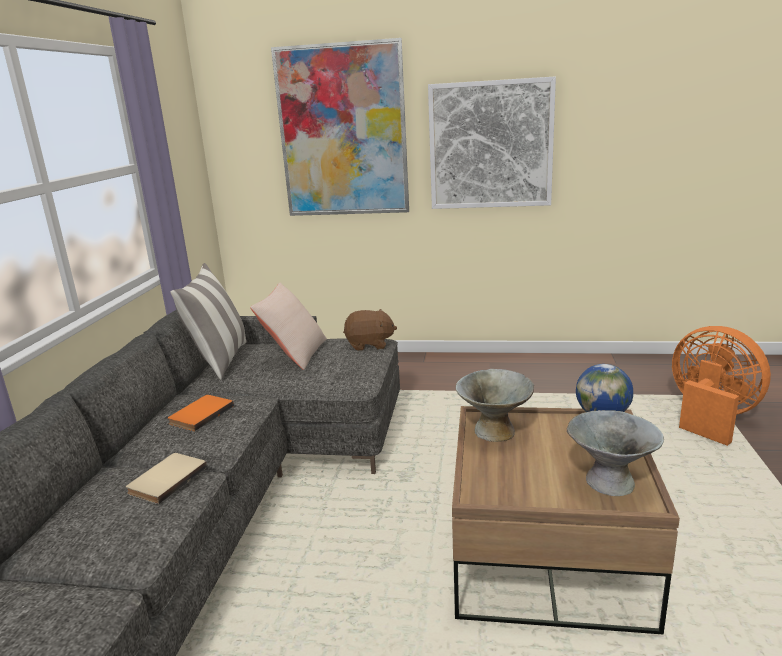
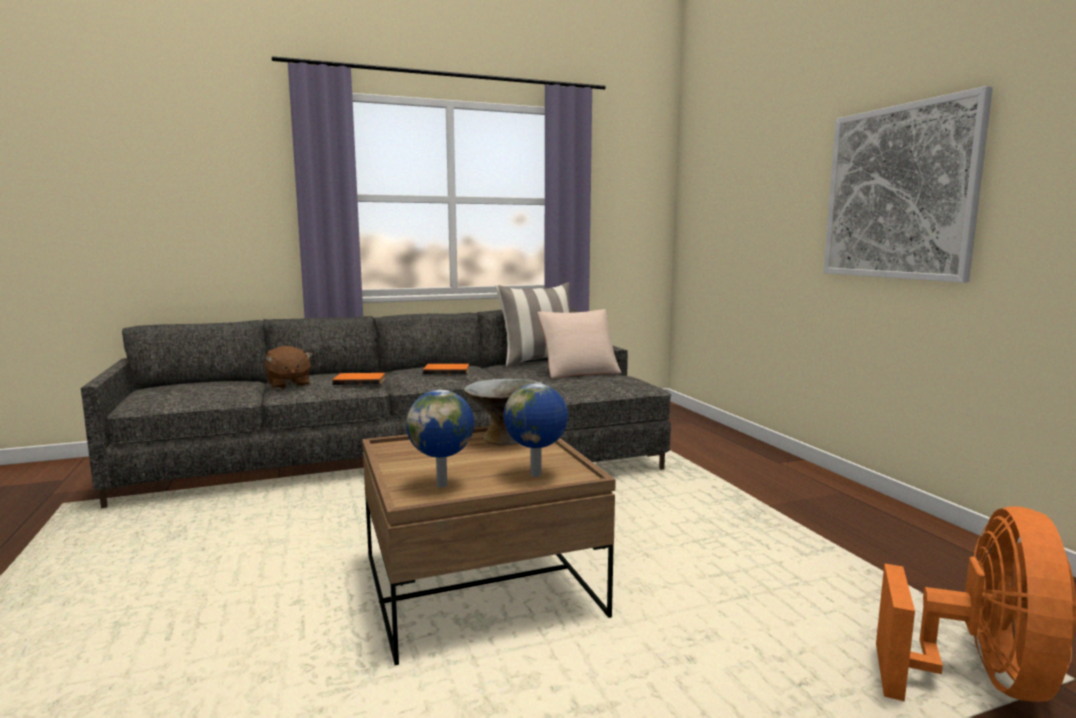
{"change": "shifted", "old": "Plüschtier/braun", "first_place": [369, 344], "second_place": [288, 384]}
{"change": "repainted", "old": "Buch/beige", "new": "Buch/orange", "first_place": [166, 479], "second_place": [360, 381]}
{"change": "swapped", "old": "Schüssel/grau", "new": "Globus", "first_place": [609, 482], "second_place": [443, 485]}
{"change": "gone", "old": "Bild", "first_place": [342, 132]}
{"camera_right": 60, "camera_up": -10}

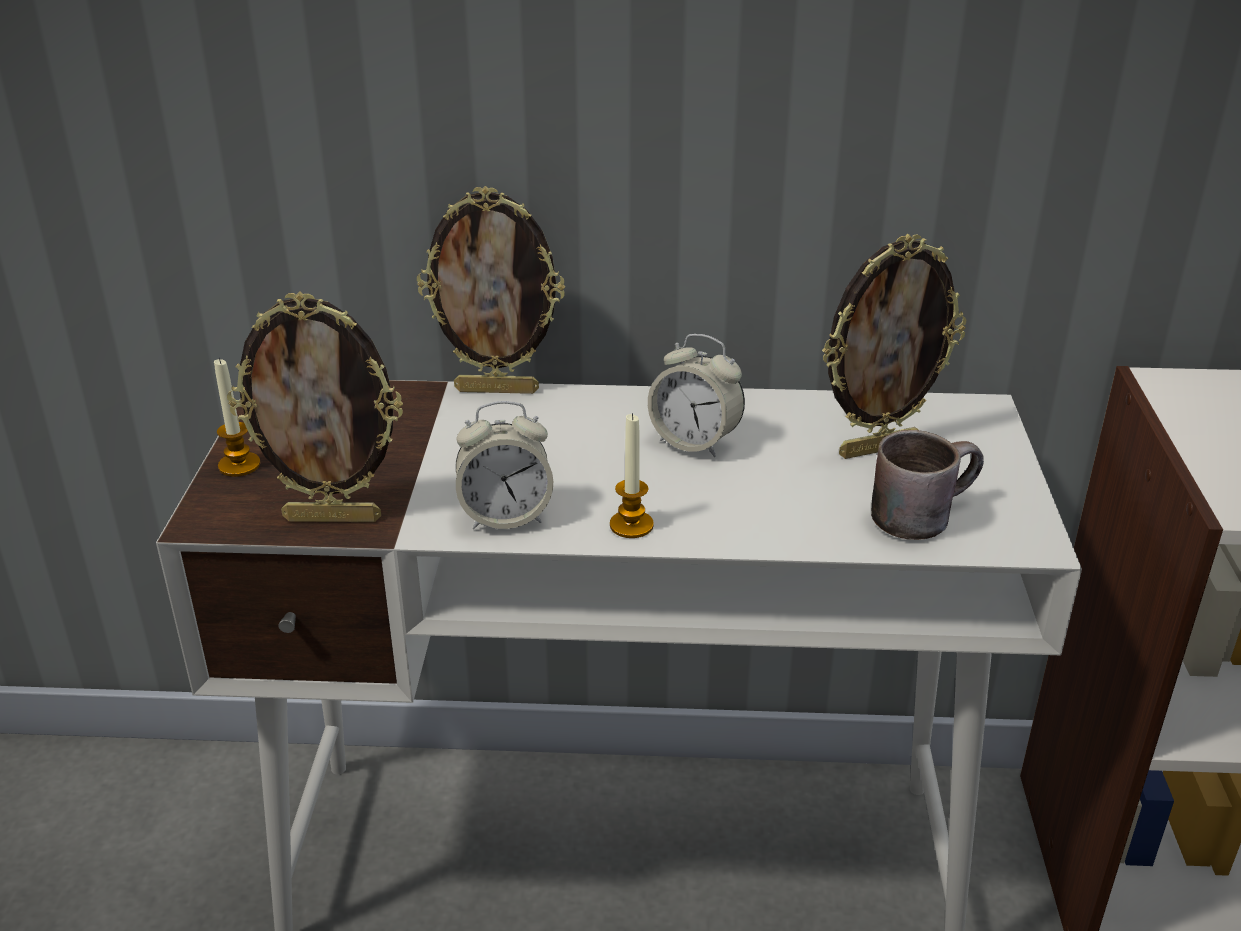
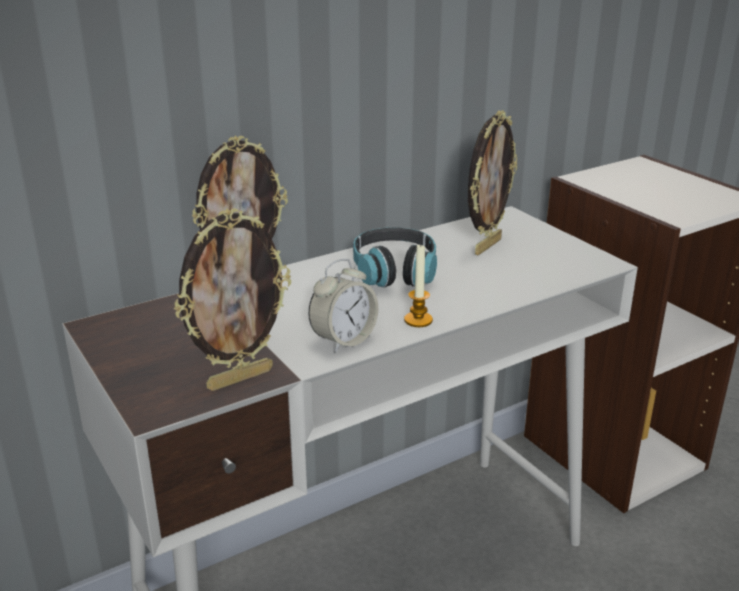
{"change": "swapped", "old": "Wecker", "new": "Kopfhörer", "first_place": [695, 442], "second_place": [394, 271]}
{"change": "gone", "old": "Kerze", "first_place": [239, 465]}
{"change": "gone", "old": "Henkelbecher/braun", "first_place": [918, 512]}
{"camera_right": -35, "camera_up": -5}

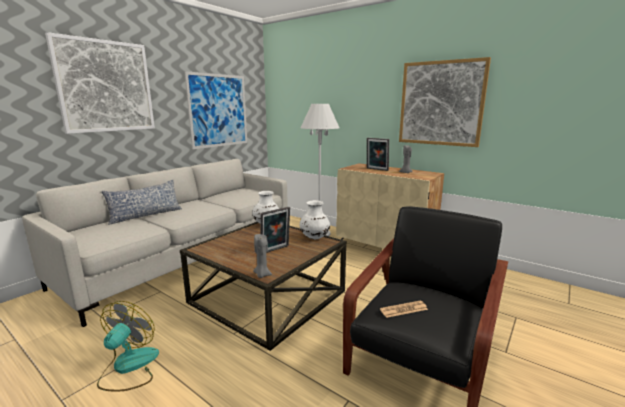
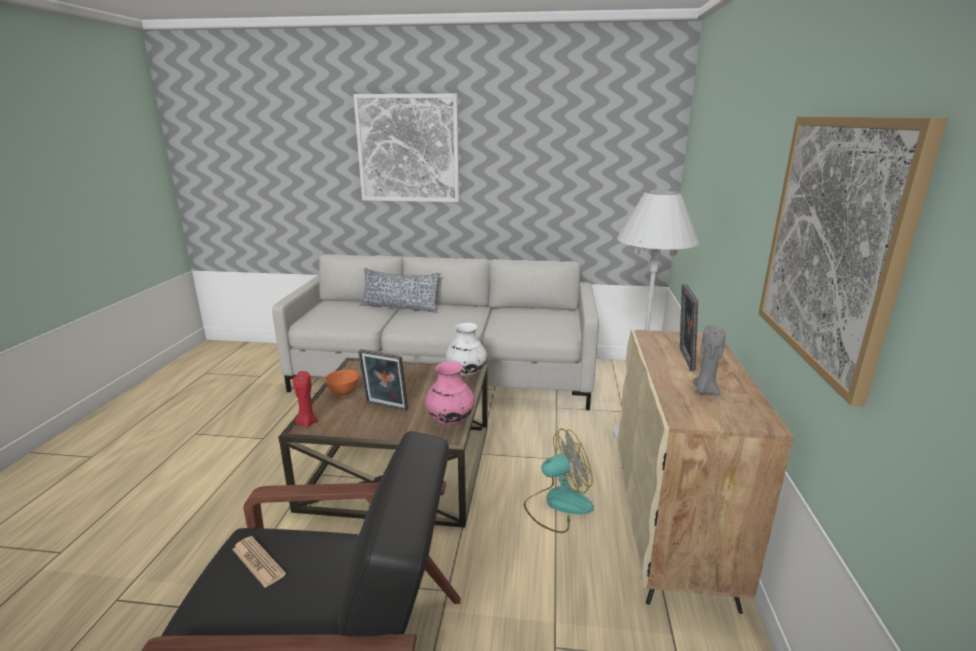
{"change": "repainted", "old": "Kerze/grau", "new": "Kerze/rot", "first_place": [262, 275], "second_place": [307, 423]}
{"change": "new", "new": "Schüssel/orange", "second_place": [343, 392]}
{"change": "repainted", "old": "Vase/weiß", "new": "Vase/rosa", "first_place": [314, 238], "second_place": [450, 420]}
{"change": "shifted", "old": "Ventilator", "first_place": [128, 367], "second_place": [558, 504]}
{"change": "gone", "old": "Bild", "first_place": [218, 110]}
{"camera_right": 60, "camera_up": 5}

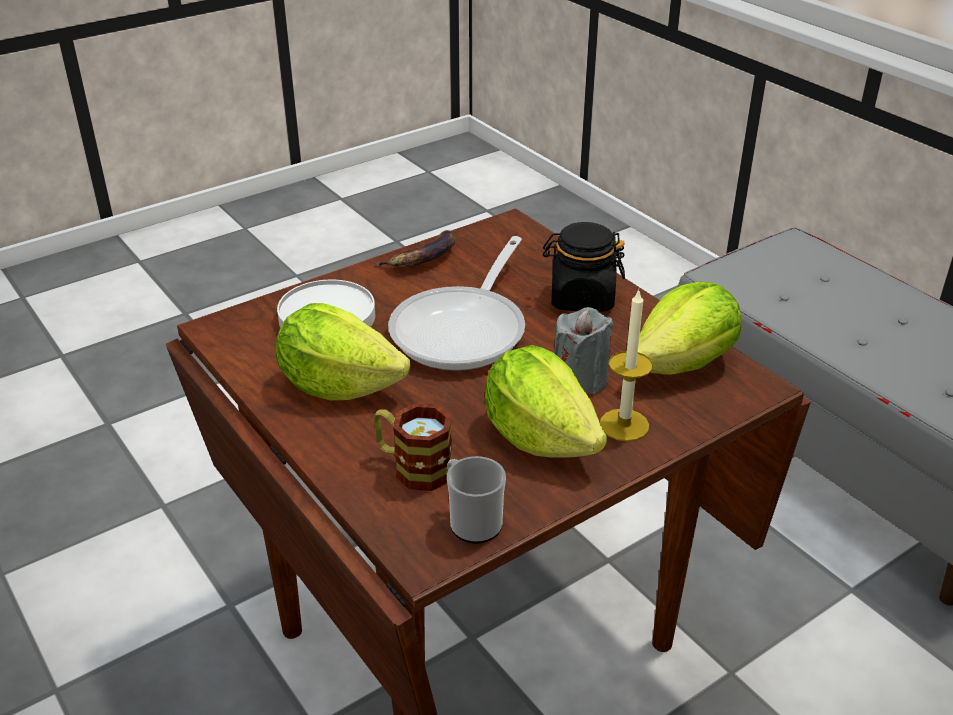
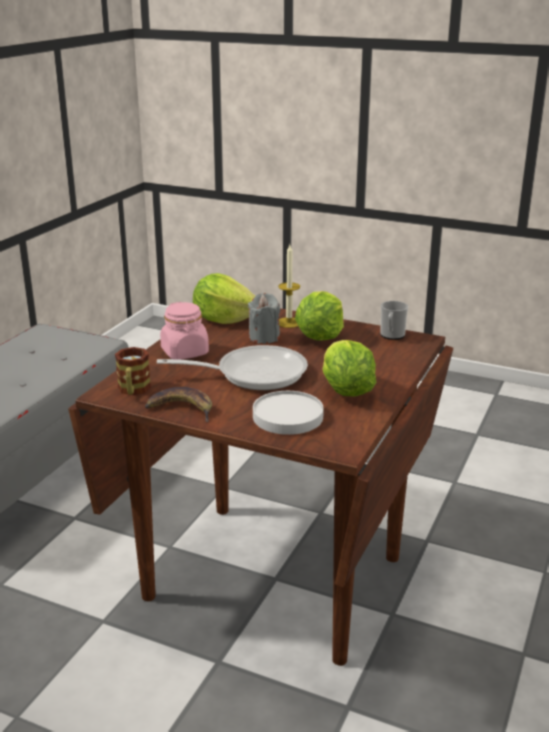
{"change": "shifted", "old": "Henkelbecher", "first_place": [413, 467], "second_place": [133, 391]}
{"change": "repainted", "old": "Vorratsglas/schwarz", "new": "Vorratsglas/rosa", "first_place": [581, 298], "second_place": [185, 352]}
{"camera_right": -120, "camera_up": -10}

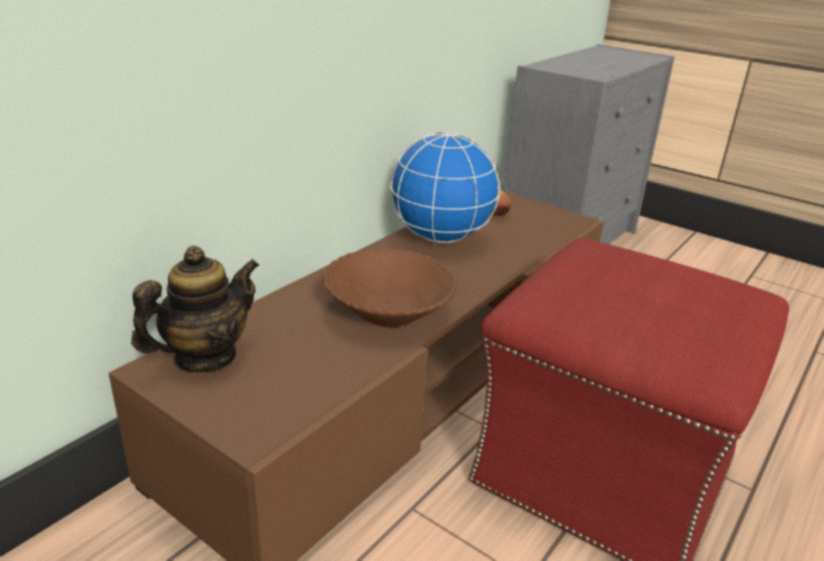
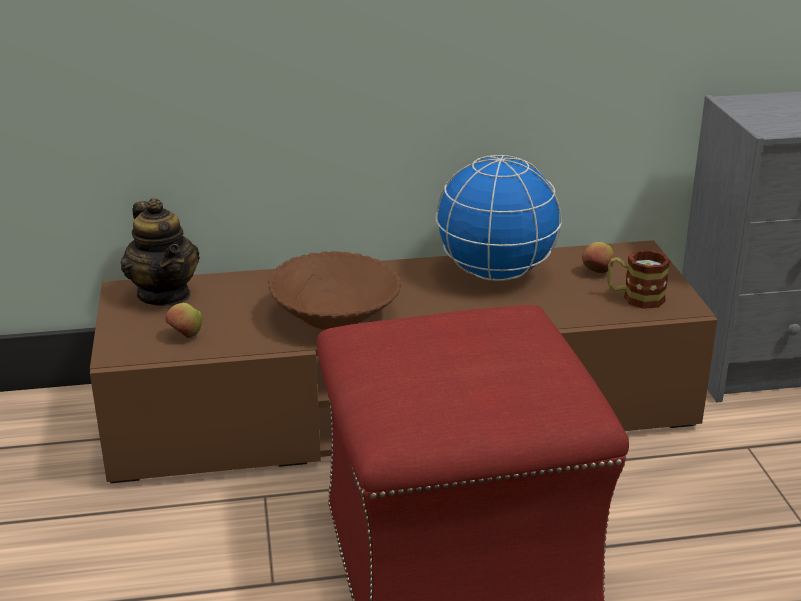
{"change": "rotated", "old": "Teekanne", "first_place": [204, 357], "second_place": [165, 295], "degrees": 60}
{"change": "new", "new": "Apfel", "second_place": [185, 336]}
{"change": "new", "new": "Henkelbecher", "second_place": [635, 298]}
{"camera_right": 45, "camera_up": 0}

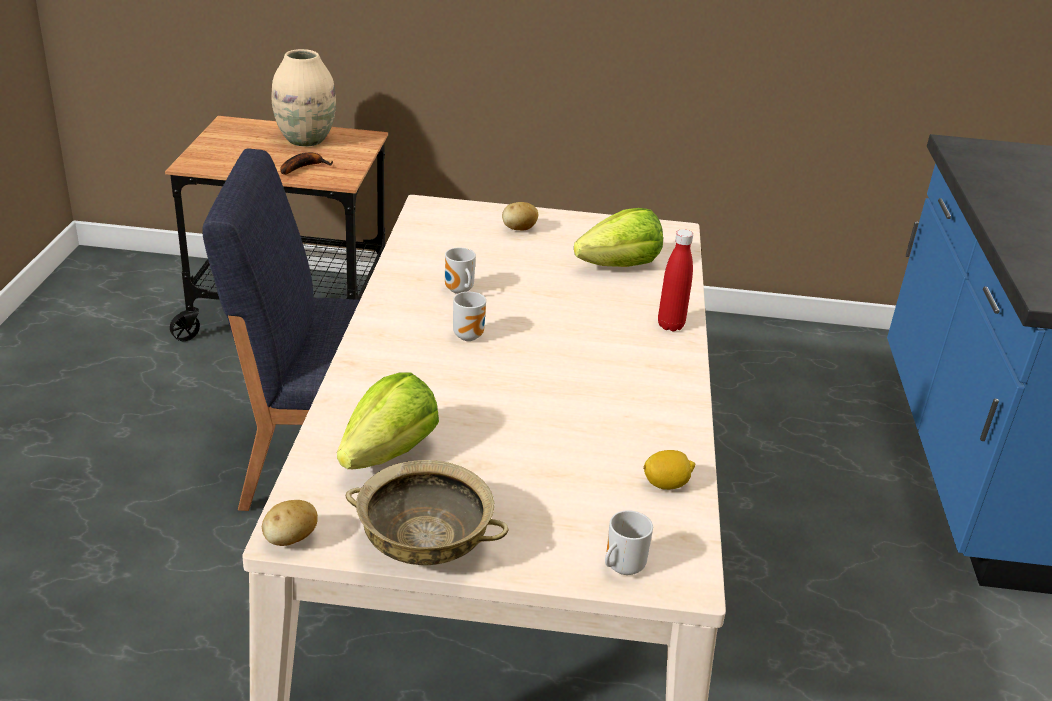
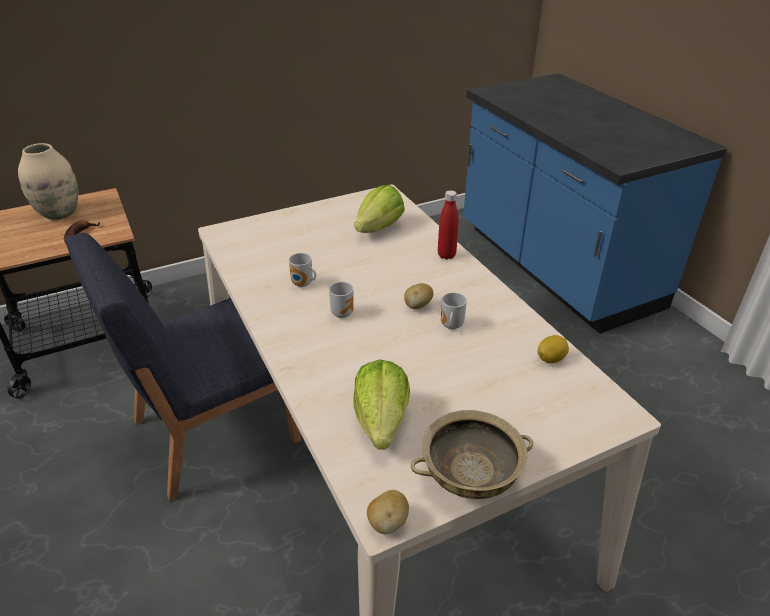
{"change": "shifted", "old": "Kartoffel", "first_place": [519, 229], "second_place": [418, 306]}
{"change": "shifted", "old": "Henkelbecher", "first_place": [621, 567], "second_place": [450, 326]}
{"camera_right": -30, "camera_up": 5}

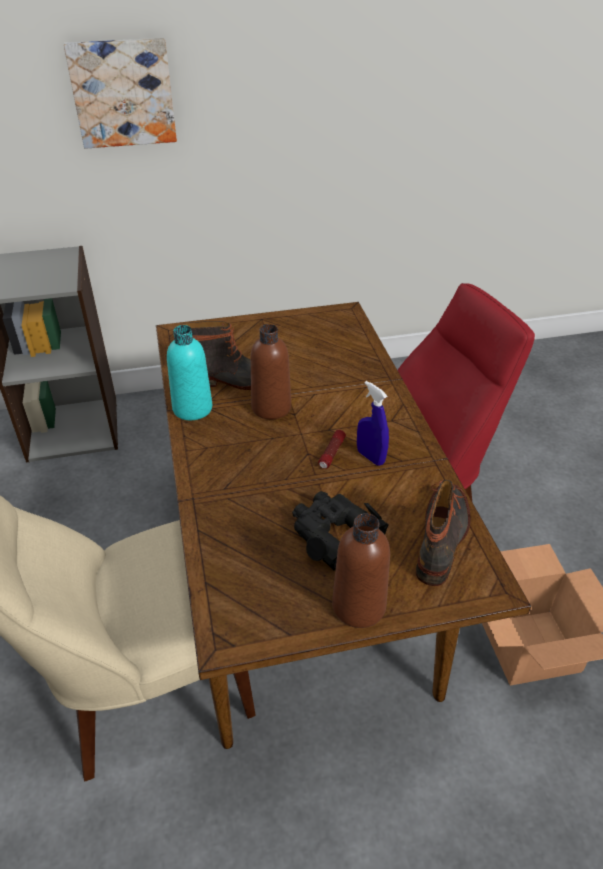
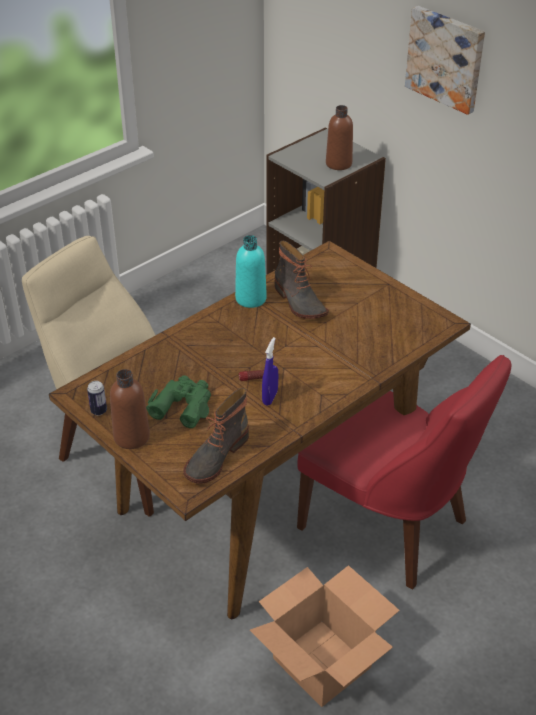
{"change": "new", "new": "Dose", "second_place": [99, 411]}
{"change": "repainted", "old": "Fernglas/schwarz", "new": "Fernglas/grün", "first_place": [333, 533], "second_place": [183, 406]}
{"change": "rotated", "old": "Stiefel", "first_place": [442, 538], "second_place": [215, 456], "degrees": 135}
{"change": "shifted", "old": "Flasche/braun", "first_place": [271, 407], "second_place": [338, 164]}
{"camera_right": 60, "camera_up": 0}

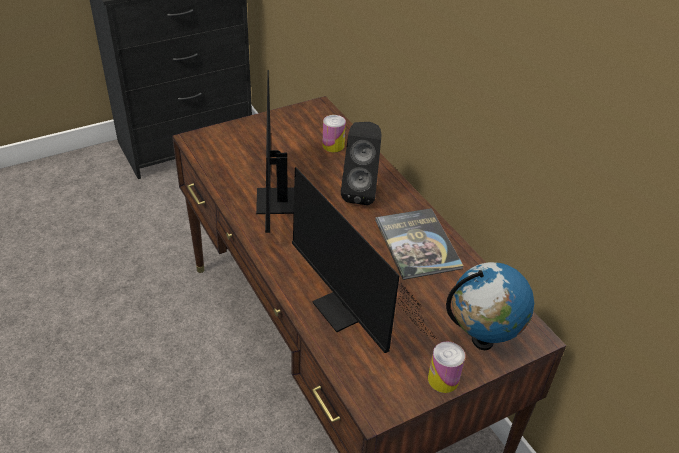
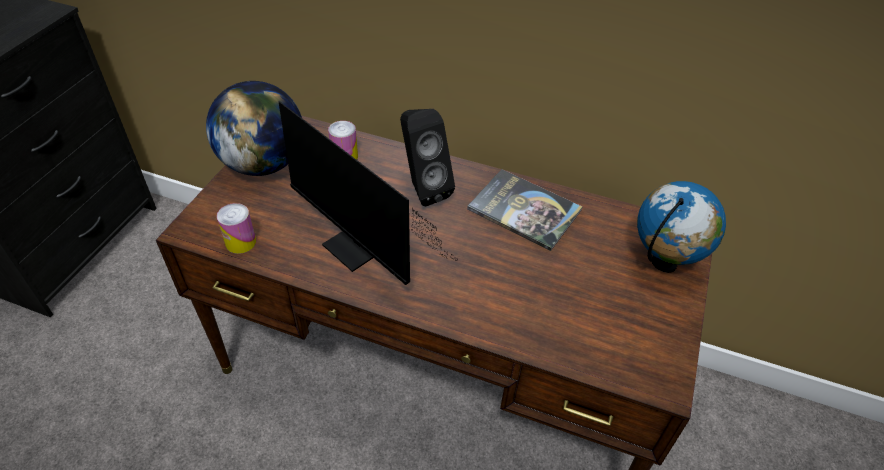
{"change": "new", "new": "Globus", "second_place": [263, 164]}
{"change": "shifted", "old": "Dose", "first_place": [443, 379], "second_place": [240, 242]}
{"change": "gone", "old": "Monitor", "first_place": [346, 314]}
{"camera_right": -40, "camera_up": 5}

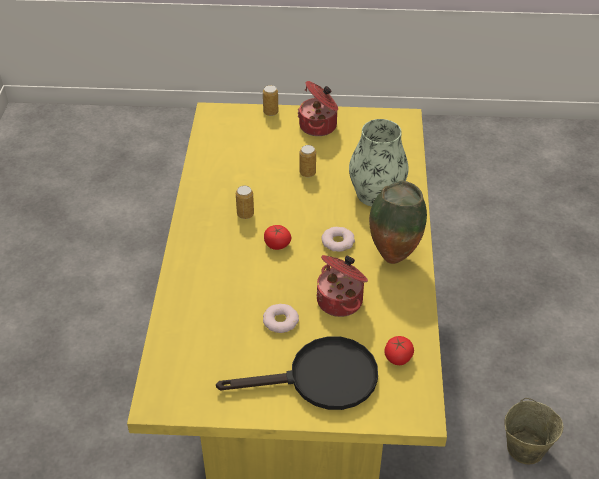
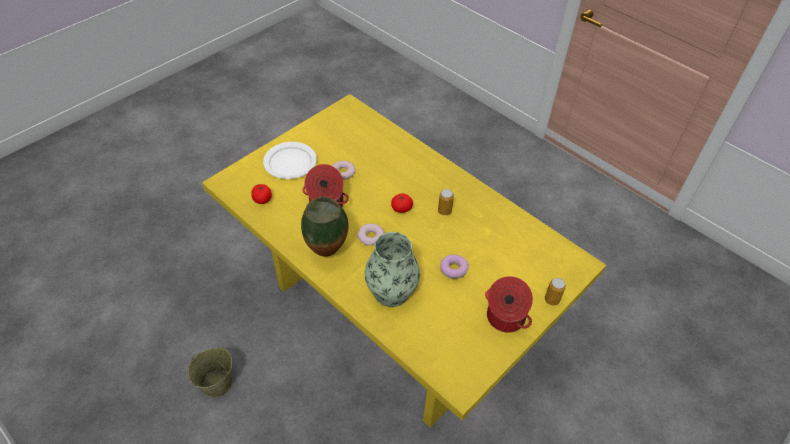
{"change": "swapped", "old": "Pfanne/schwarz", "new": "Teller/weiß", "first_place": [320, 379], "second_place": [289, 162]}
{"change": "swapped", "old": "Dose", "new": "Donut", "first_place": [307, 173], "second_place": [453, 269]}
{"camera_right": 130, "camera_up": 5}

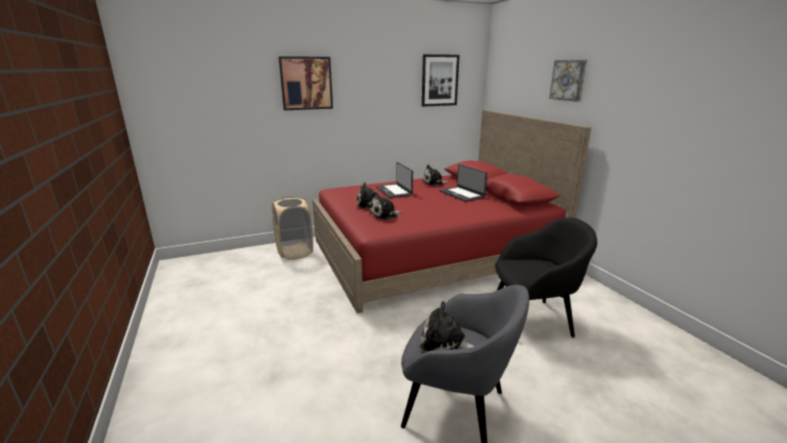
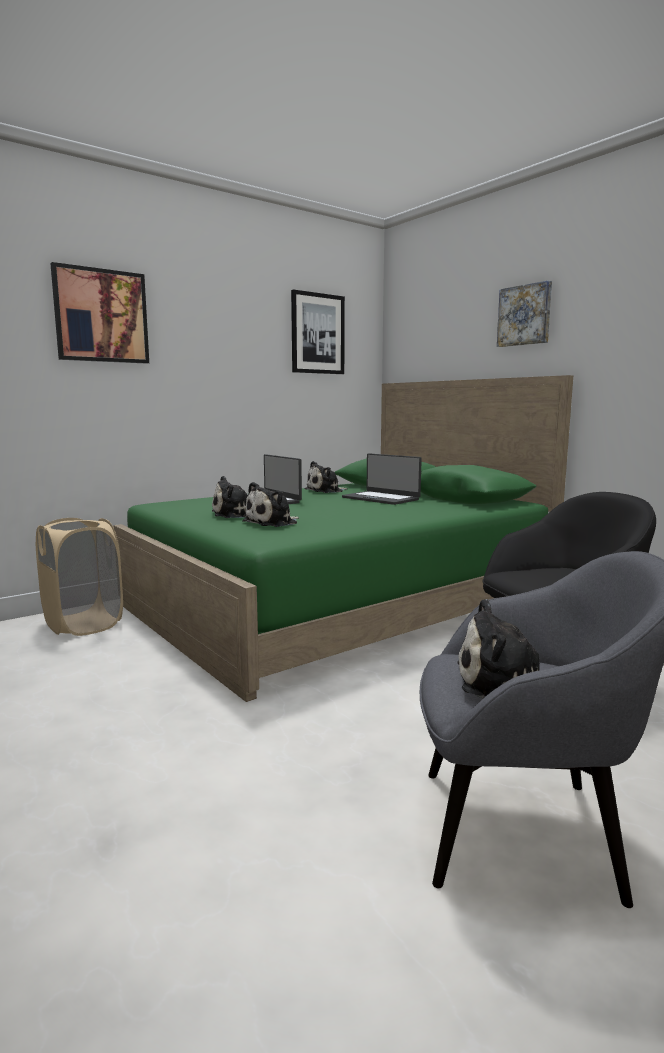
{"change": "repainted", "old": "Bett/rot", "new": "Bett/grün", "first_place": [432, 252], "second_place": [340, 602]}
{"camera_right": -15, "camera_up": -10}

